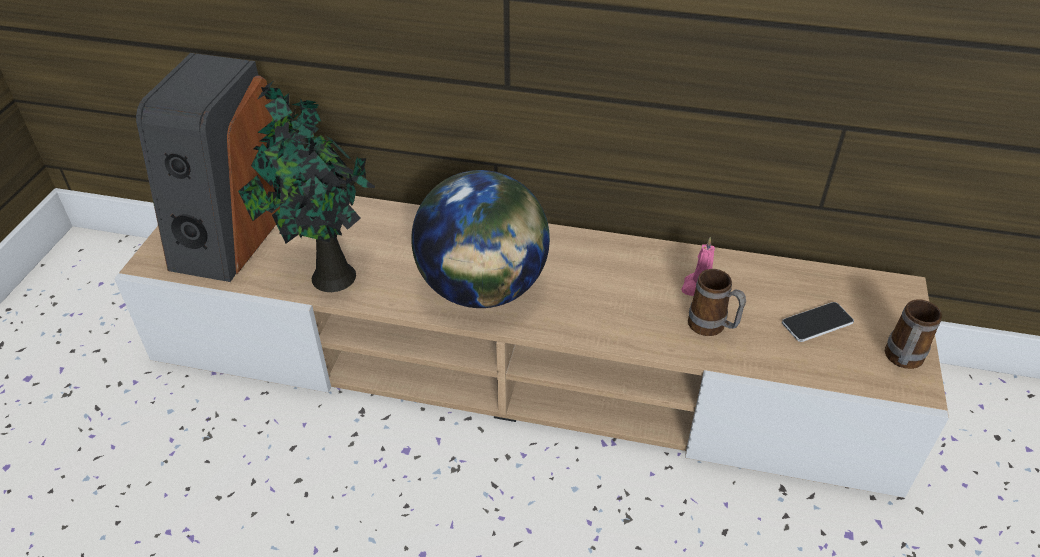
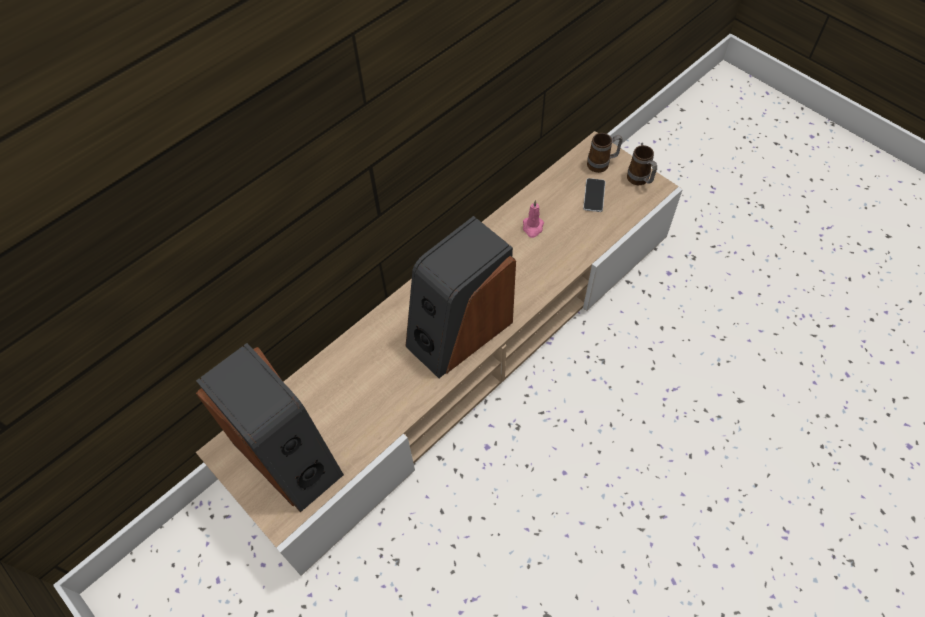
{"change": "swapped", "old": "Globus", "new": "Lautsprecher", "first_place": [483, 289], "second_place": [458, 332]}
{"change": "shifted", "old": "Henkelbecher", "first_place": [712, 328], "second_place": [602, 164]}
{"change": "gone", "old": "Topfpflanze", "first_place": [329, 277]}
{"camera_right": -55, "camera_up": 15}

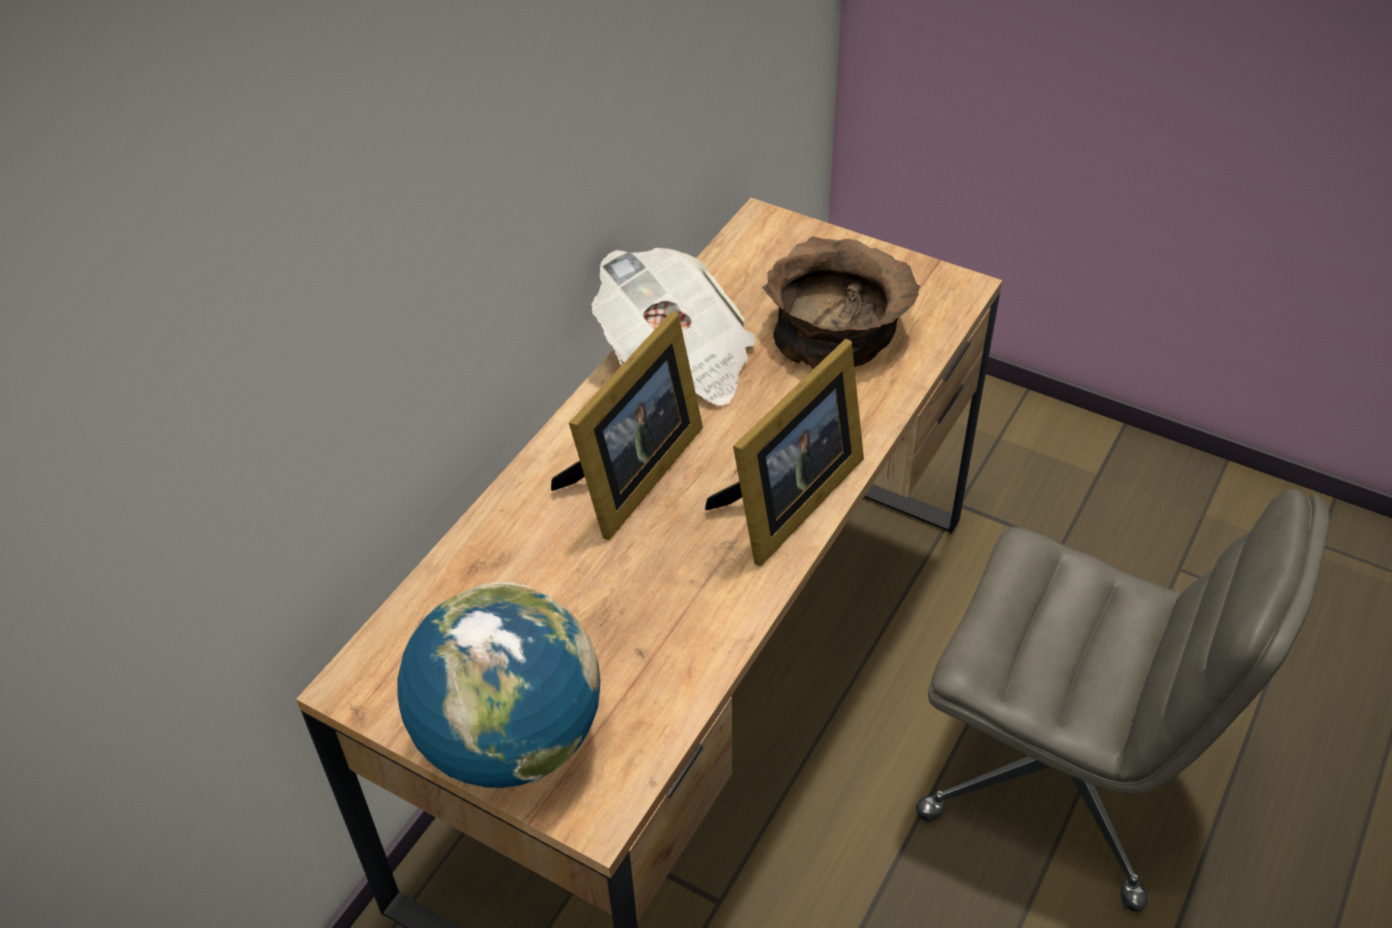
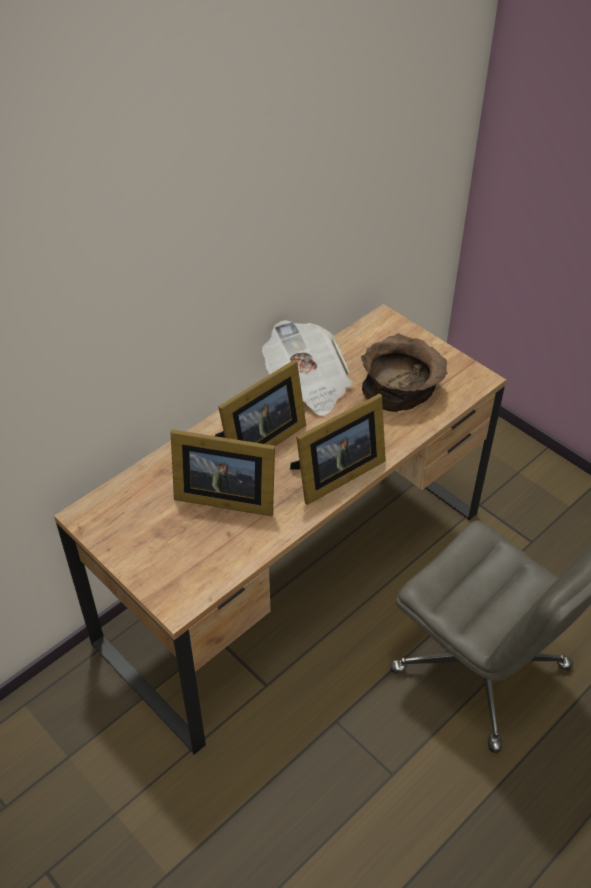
{"change": "new", "new": "Bilderrahmen", "second_place": [223, 496]}
{"change": "gone", "old": "Globus", "first_place": [511, 740]}
{"camera_right": 15, "camera_up": 0}

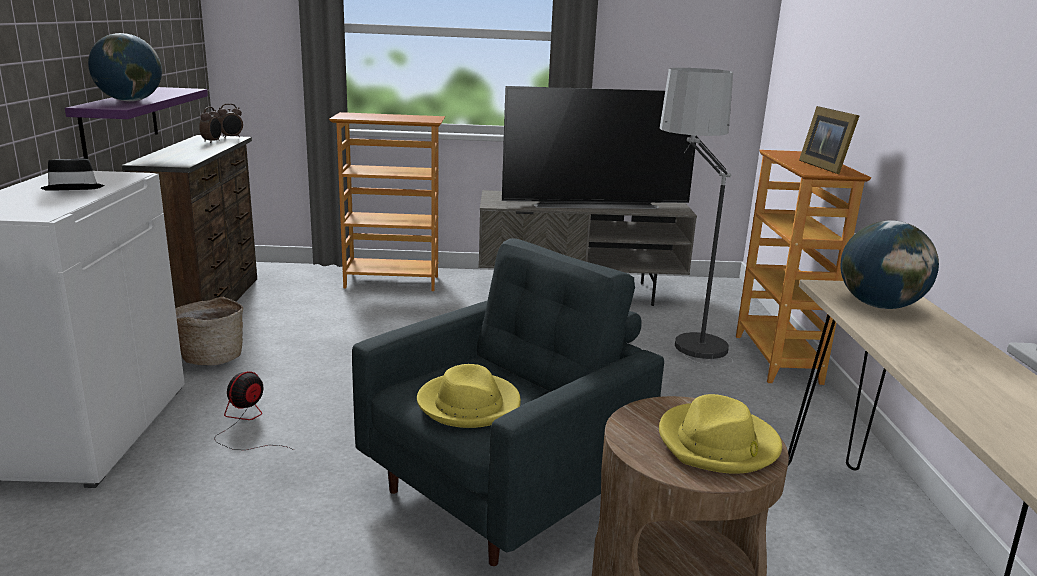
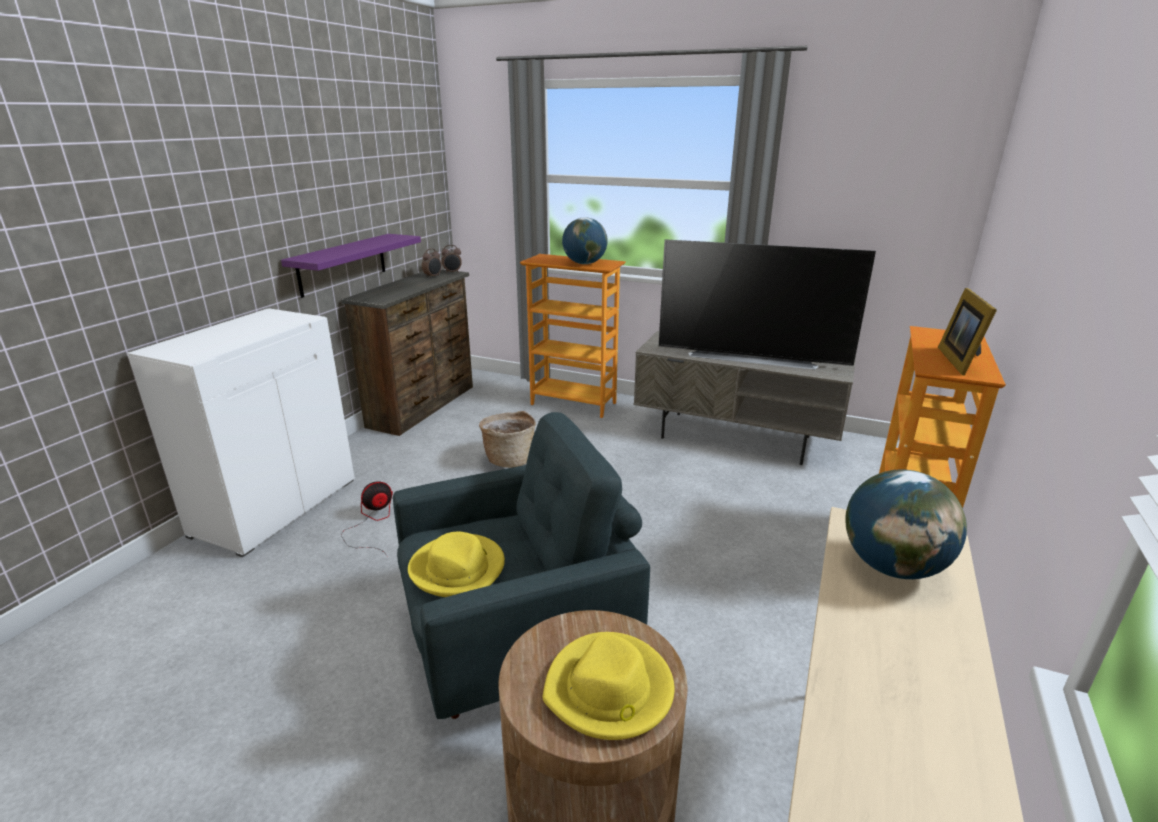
{"change": "shifted", "old": "Korb", "first_place": [211, 357], "second_place": [509, 459]}
{"change": "shifted", "old": "Globus", "first_place": [130, 101], "second_place": [584, 263]}
{"change": "gone", "old": "Hut/schwarz", "first_place": [74, 188]}
{"change": "gone", "old": "Stehlampe", "first_place": [686, 365]}
{"camera_right": 25, "camera_up": 5}

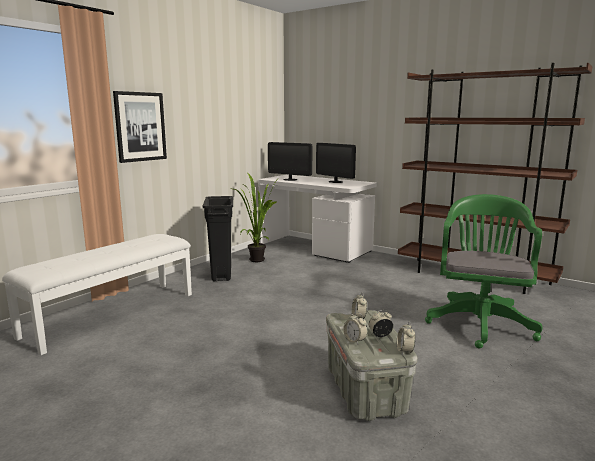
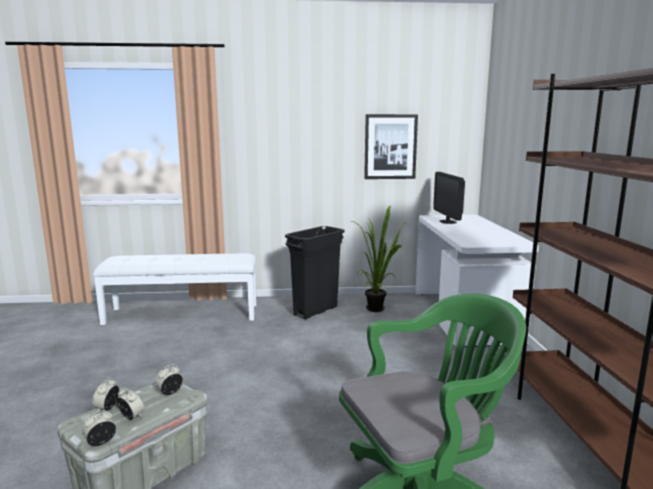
{"change": "shifted", "old": "Bild", "first_place": [140, 127], "second_place": [390, 147]}
{"change": "gone", "old": "Monitor", "first_place": [335, 182]}
{"camera_right": 50, "camera_up": 0}

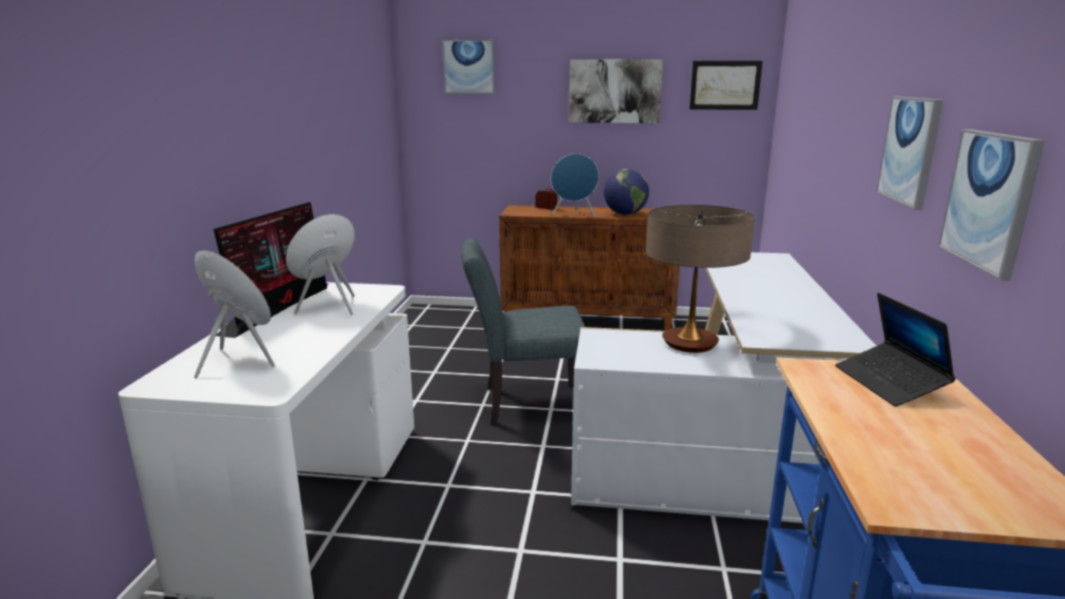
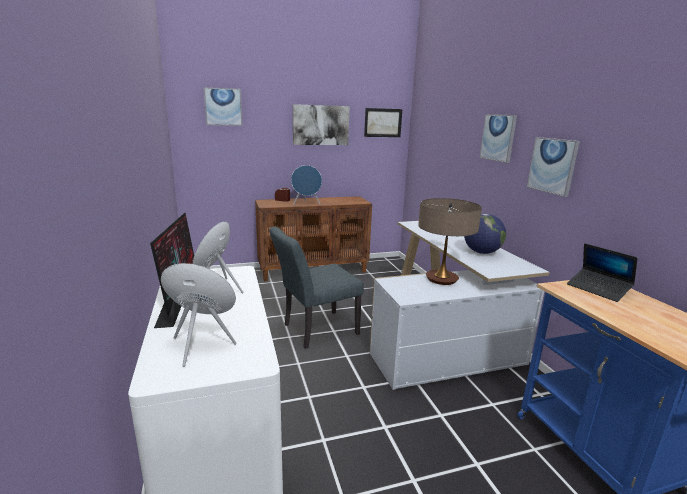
{"change": "shifted", "old": "Globus", "first_place": [625, 214], "second_place": [481, 252]}
{"change": "shifted", "old": "Bild", "first_place": [990, 200], "second_place": [498, 137]}
{"camera_right": -25, "camera_up": 0}

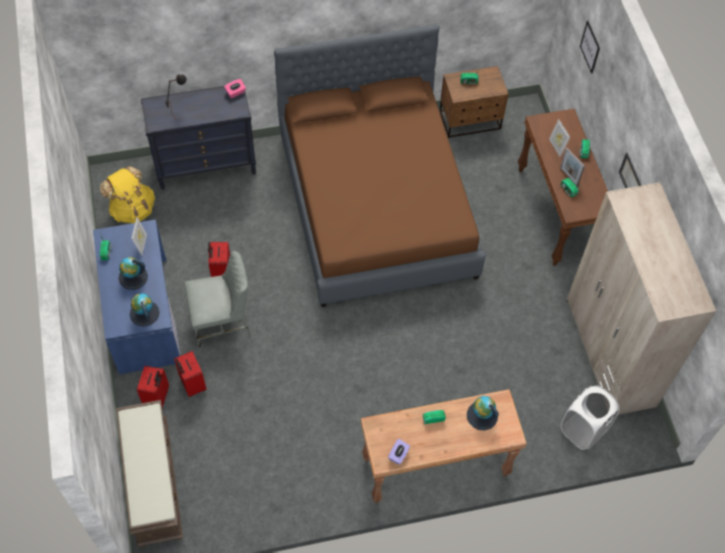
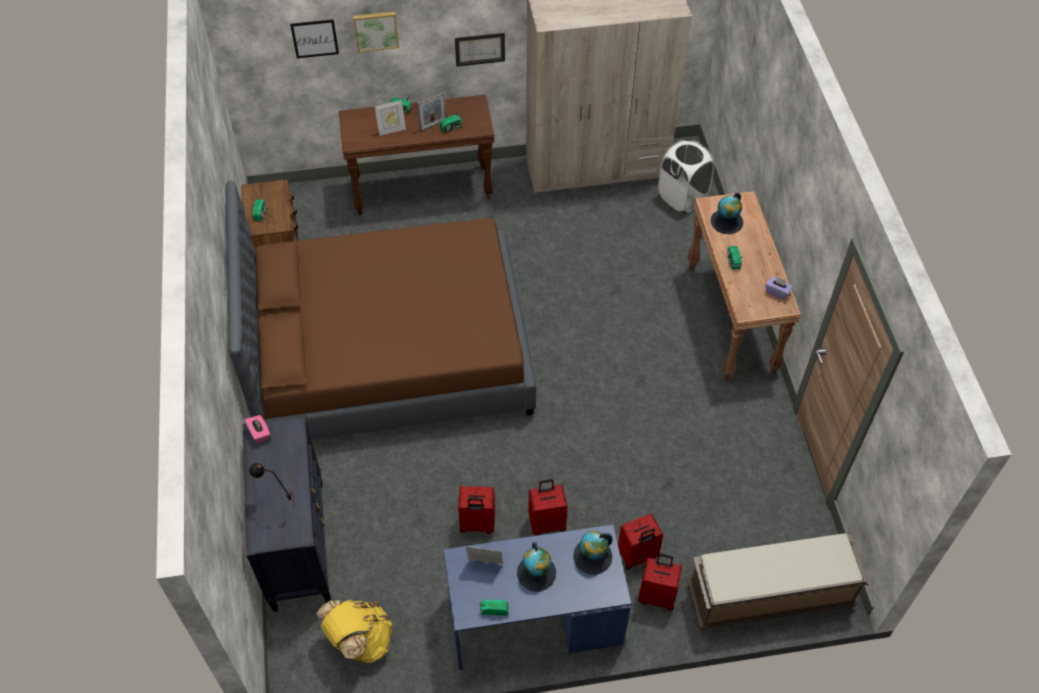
{"change": "new", "new": "Bild", "second_place": [376, 30]}
{"change": "swapped", "old": "Stuhl/grau", "new": "Koffer/rot", "first_place": [222, 321], "second_place": [547, 523]}
{"camera_right": -85, "camera_up": -5}

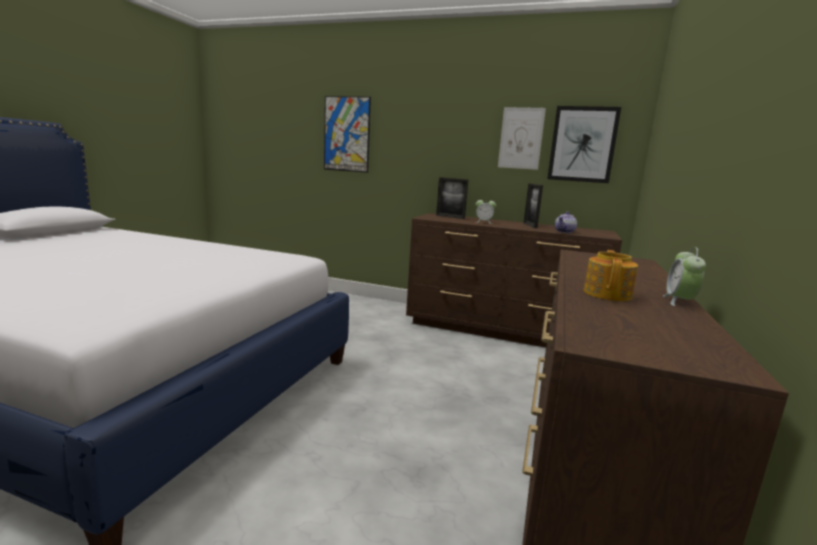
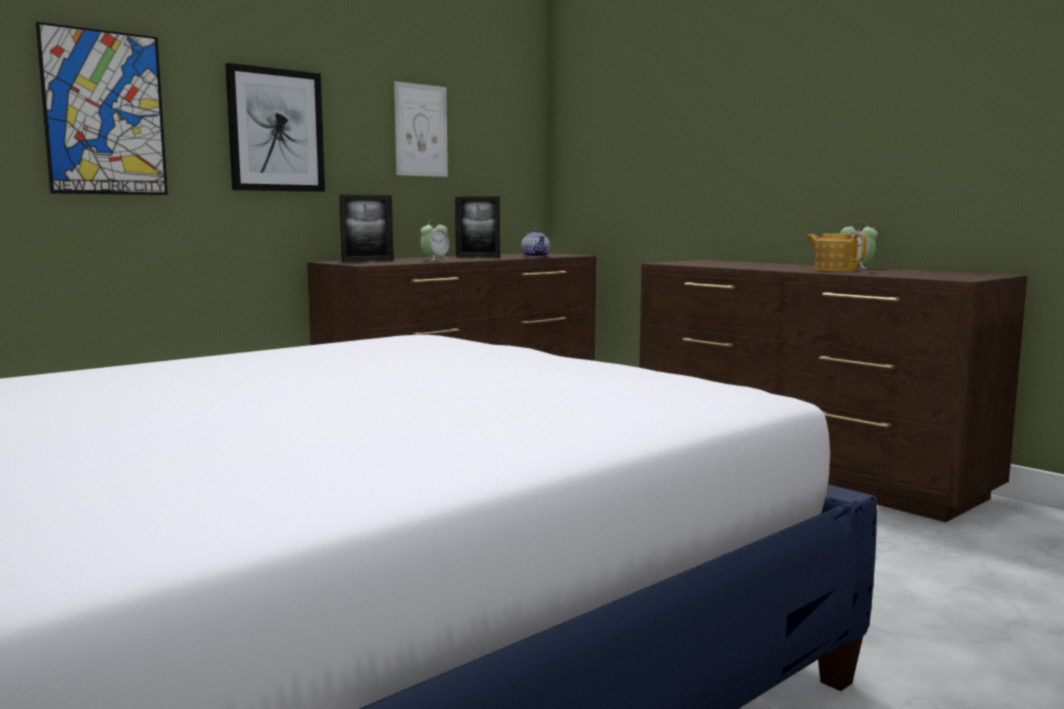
{"change": "shifted", "old": "Bild", "first_place": [582, 144], "second_place": [276, 130]}
{"camera_right": -60, "camera_up": -5}

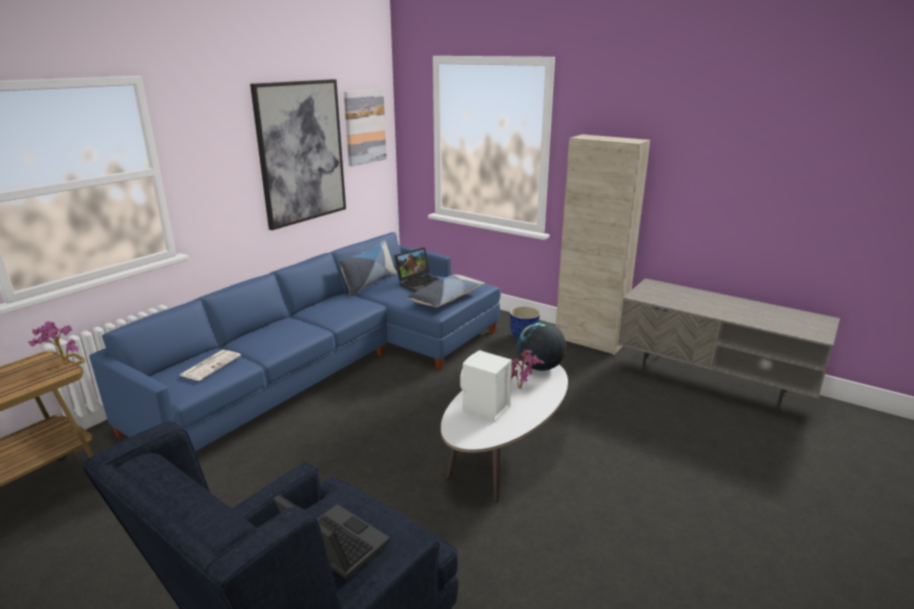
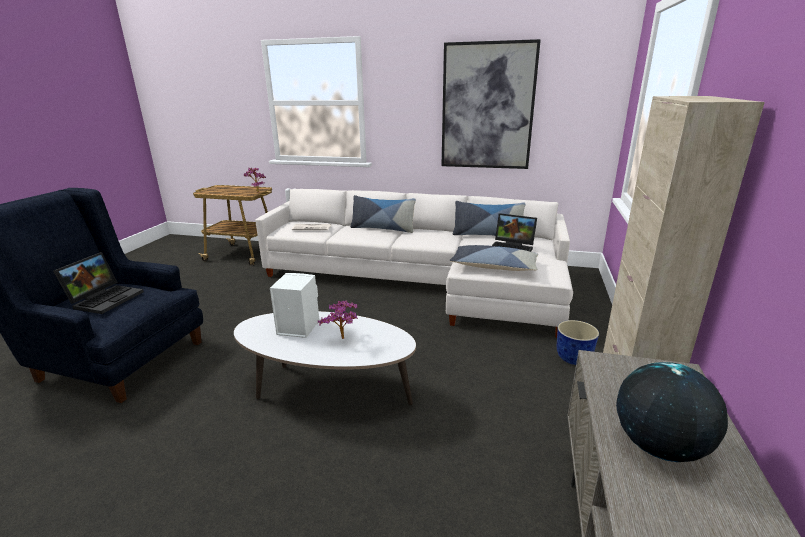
{"change": "repainted", "old": "Sofa/blau", "new": "Sofa/weiß", "first_place": [337, 362], "second_place": [423, 281]}
{"change": "new", "new": "Kissen", "second_place": [383, 228]}
{"change": "shifted", "old": "Globus", "first_place": [540, 367], "second_place": [658, 446]}
{"change": "gone", "old": "Bild", "first_place": [364, 127]}
{"camera_right": 70, "camera_up": 0}

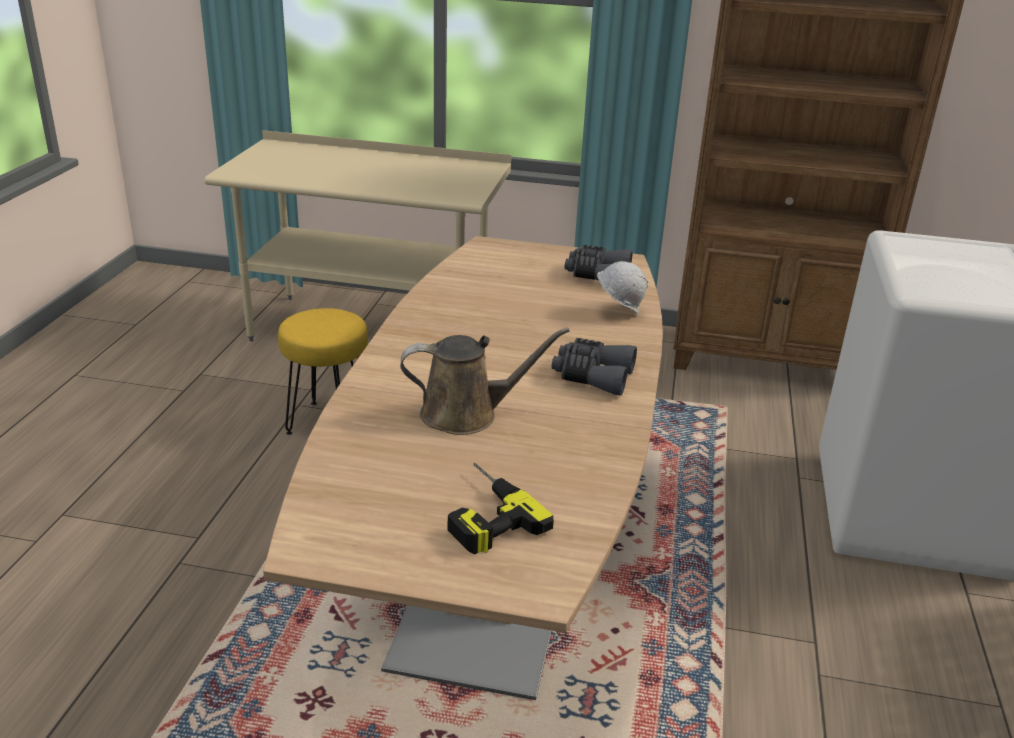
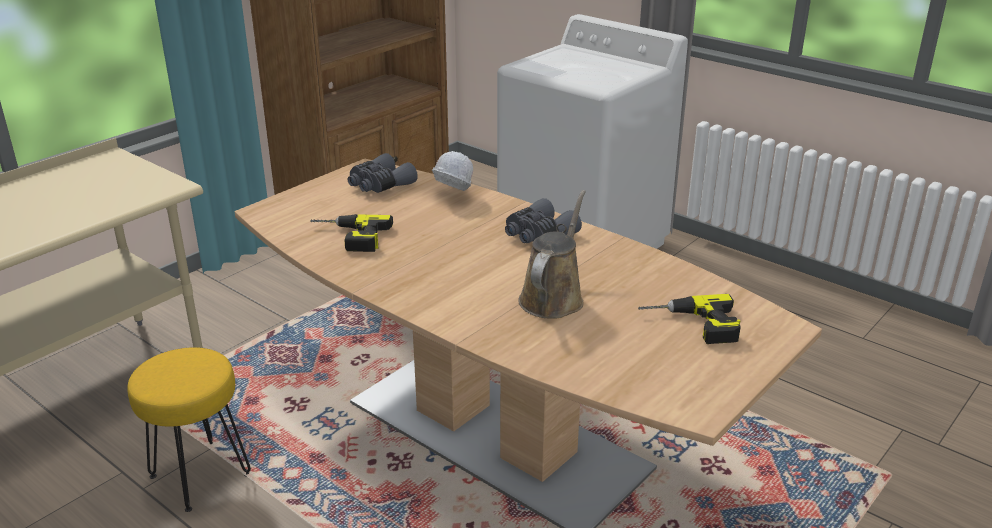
{"change": "new", "new": "Bohrmaschine", "second_place": [348, 238]}
{"camera_right": -60, "camera_up": 0}

